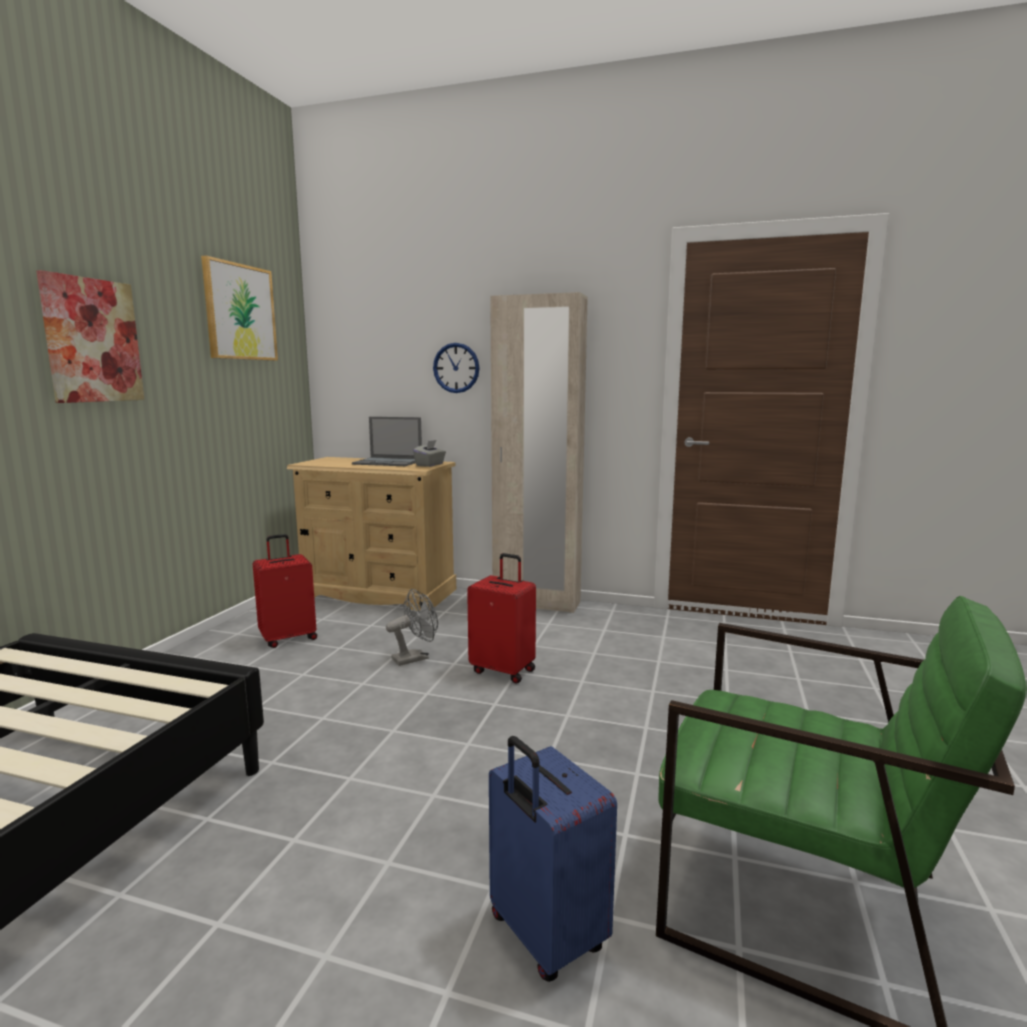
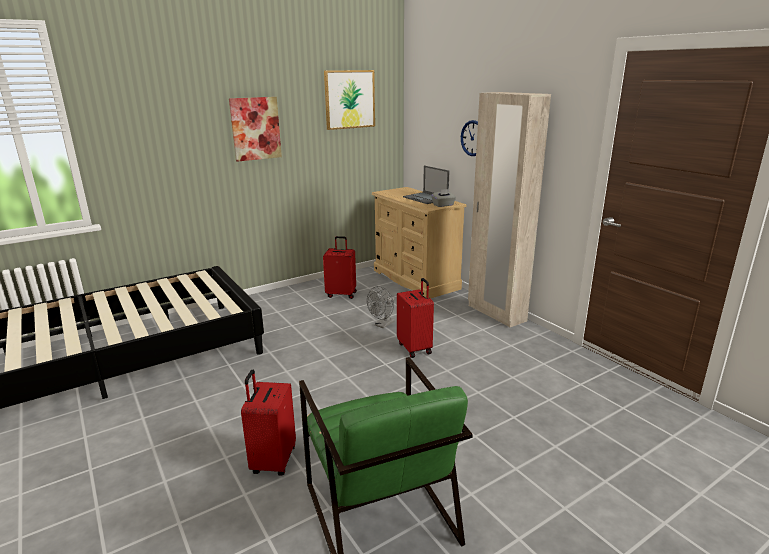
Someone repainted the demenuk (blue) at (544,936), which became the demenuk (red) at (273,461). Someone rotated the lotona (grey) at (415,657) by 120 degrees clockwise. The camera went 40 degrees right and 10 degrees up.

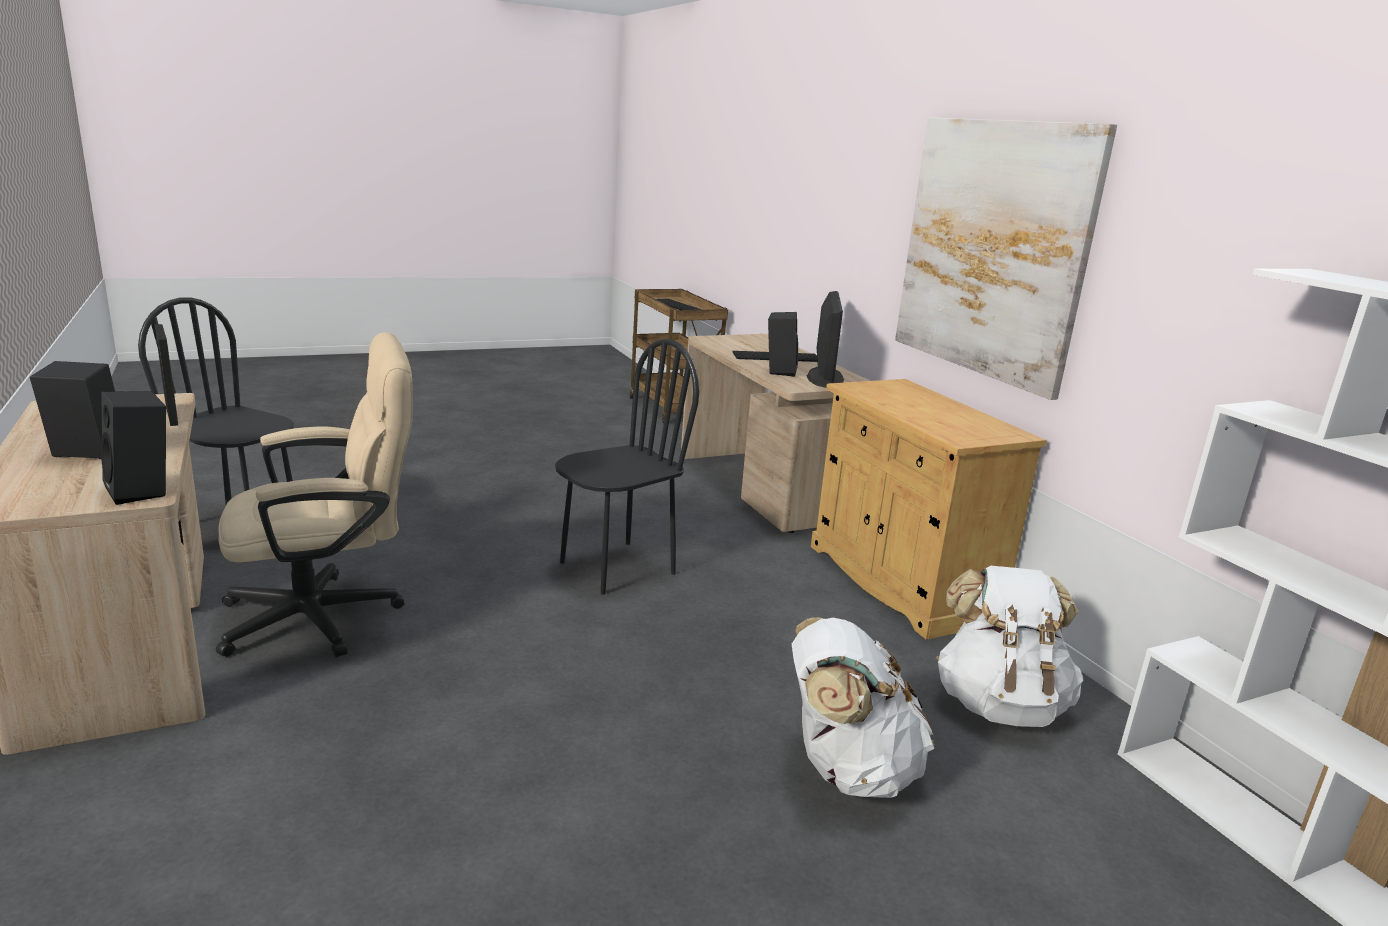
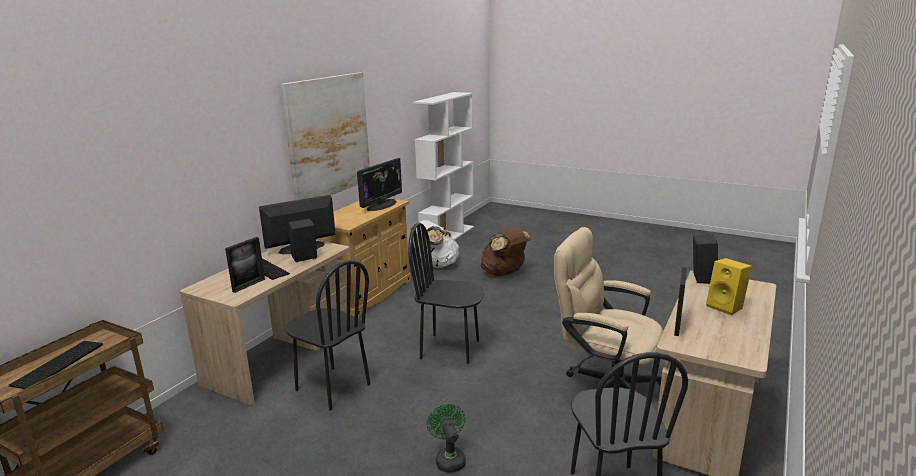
Someone put down the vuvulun at (249,285). Someone put down the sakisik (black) at (332,387). Someone put down the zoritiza at (381,205). Someone put down the lotona (green) at (449,459). Someone repainted the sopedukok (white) at (847,769), which became the sopedukok (brown) at (504,273). Someone repainted the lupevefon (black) at (85,454), which became the lupevefon (yellow) at (726,307). The camera went 125 degrees left and 0 degrees up.

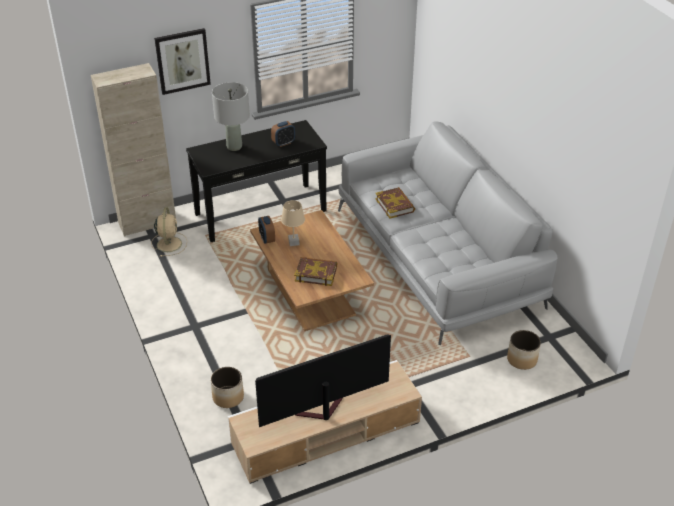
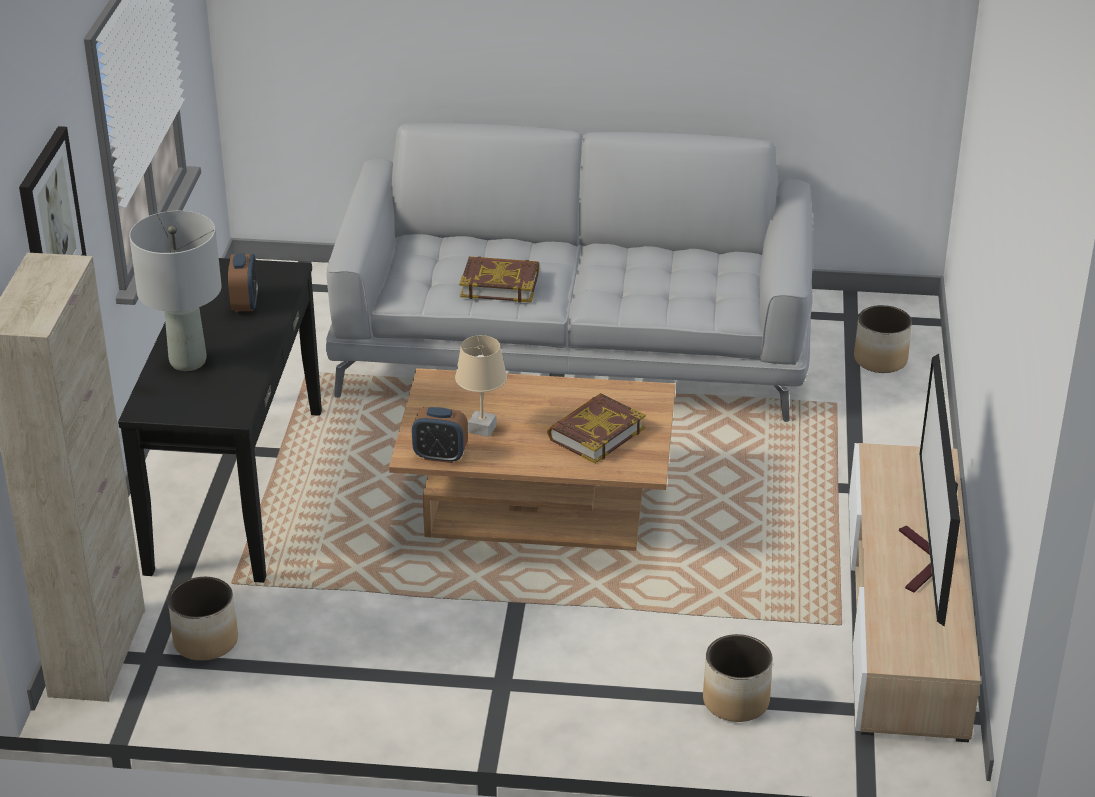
Someone swapped the lotona (beige) at (169,243) for the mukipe at (205,641). The camera went 60 degrees left and 5 degrees down.

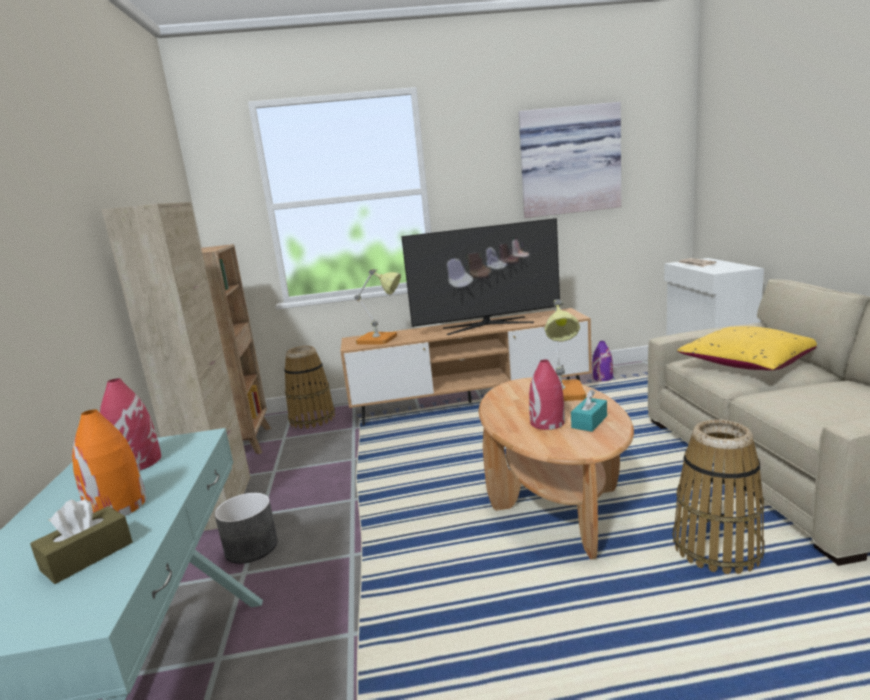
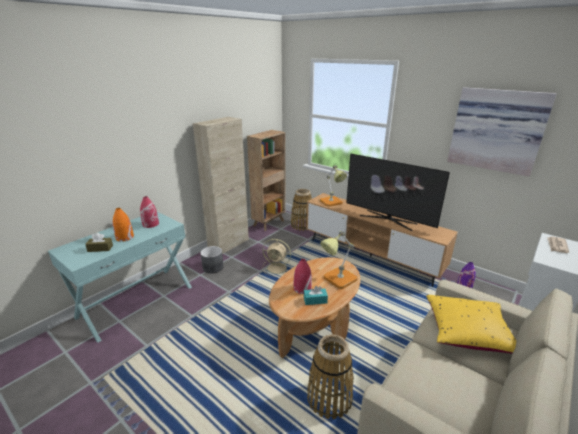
Someone put down the lotona (beige) at (277,268). The camera went 45 degrees right and 10 degrees up.

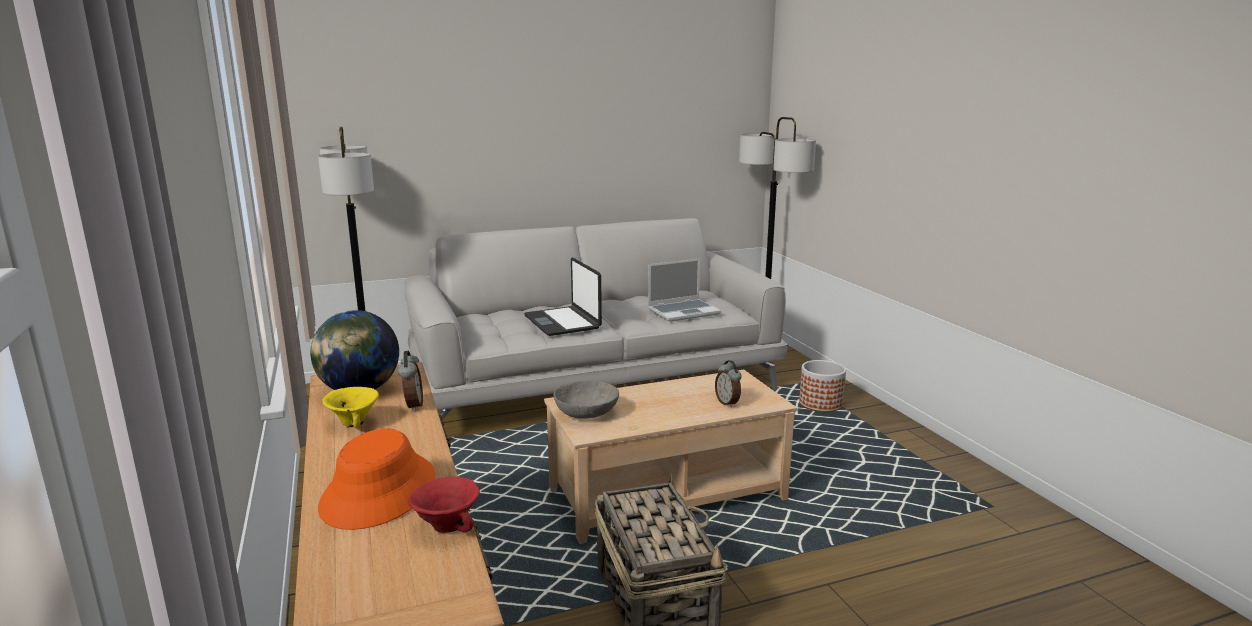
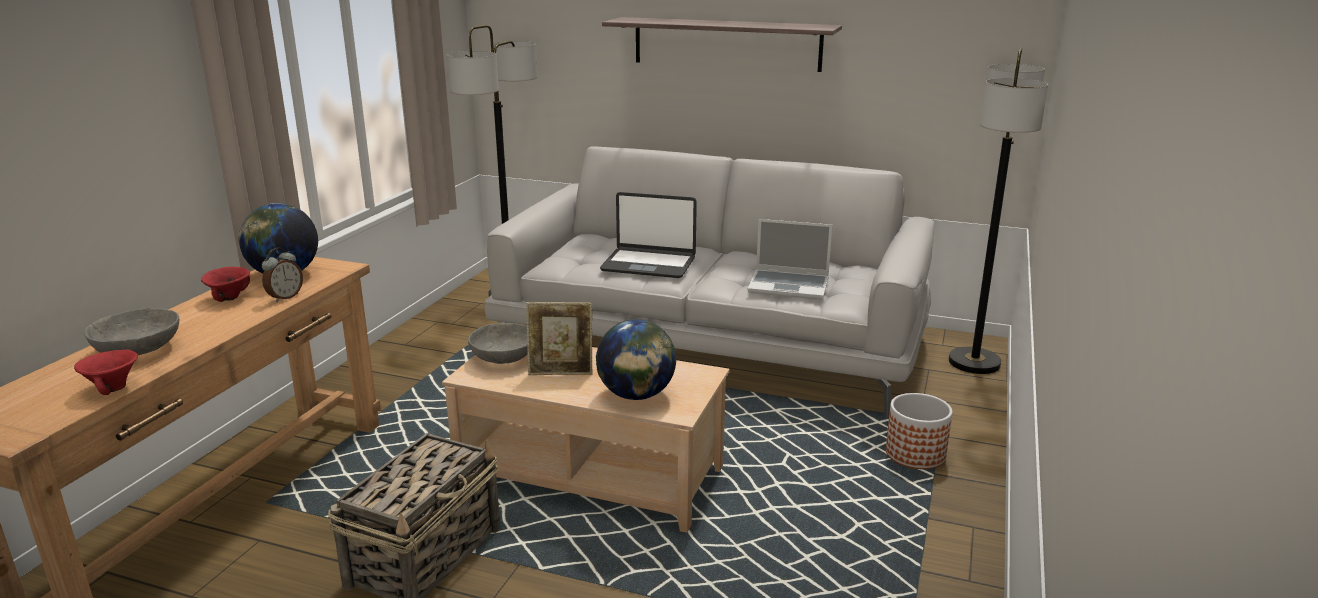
Someone swapped the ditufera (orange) at (379,492) for the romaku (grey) at (139,350). Someone repainted the romaku (yellow) at (353,423), which became the romaku (red) at (230,297). Someone put down the vuvulun at (561,373). Someone swapped the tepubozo at (728,403) for the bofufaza at (636,395). Someone rotated the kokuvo at (563,322) by 90 degrees counterclockwise. Someone put up the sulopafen at (726,44). The camera went 40 degrees right and 5 degrees up.

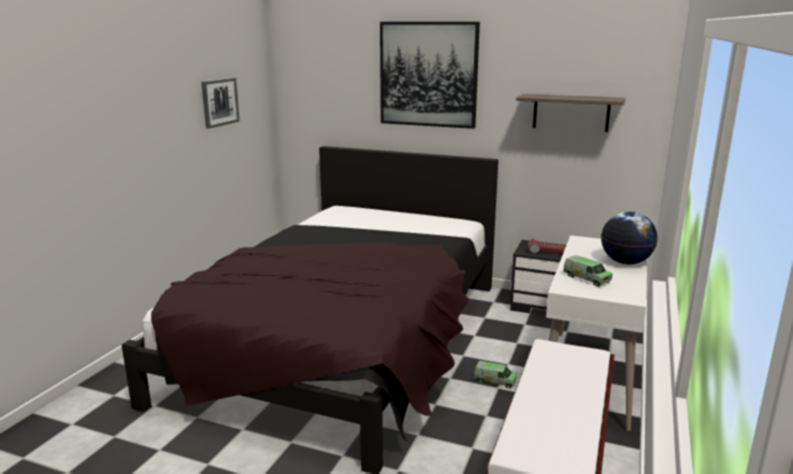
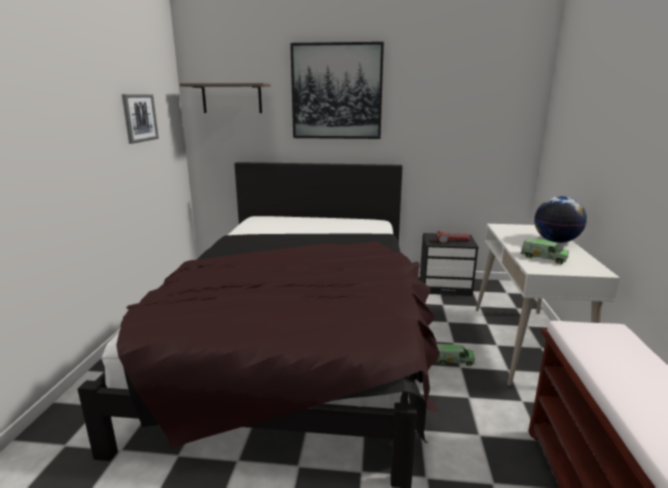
Someone carried the sulopafen from (571,112) to (232,98). The camera went 15 degrees left and 0 degrees up.

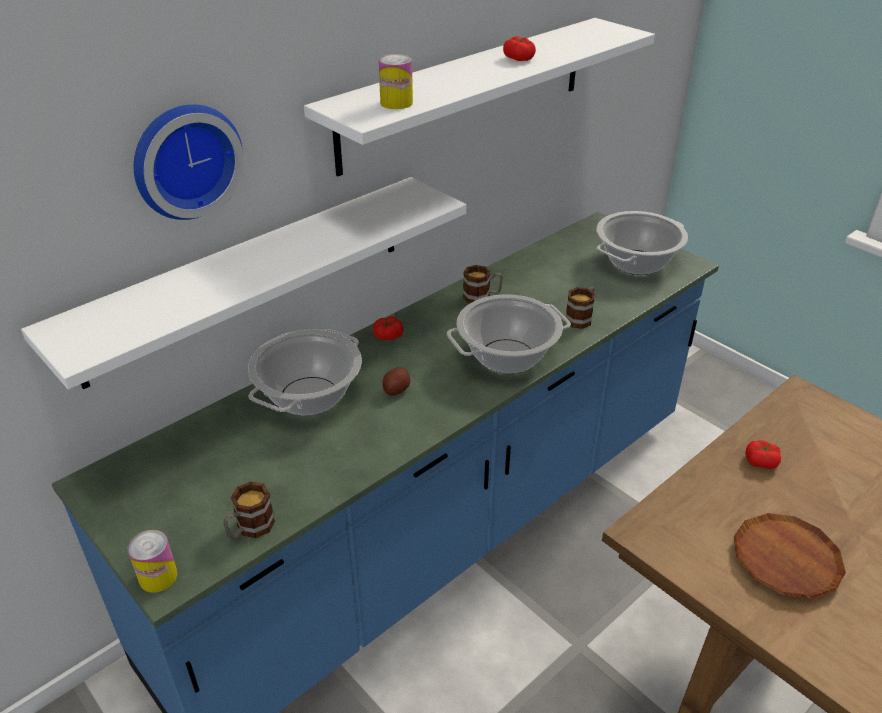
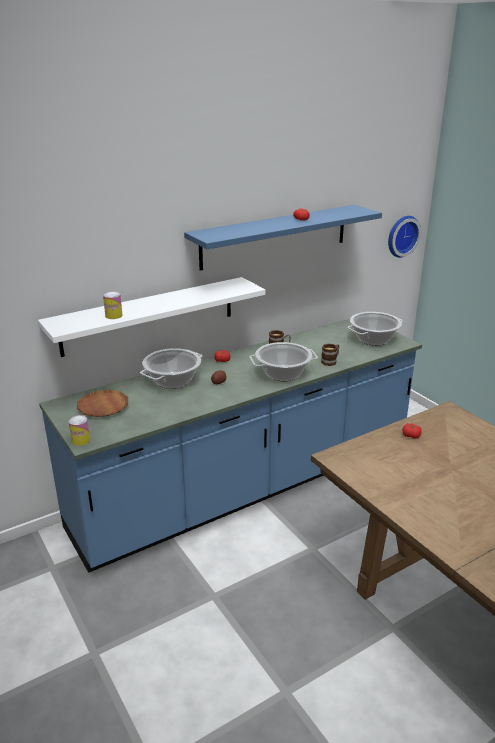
Someone carried the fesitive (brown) from (785,560) to (103,407). Someone carried the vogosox from (396,103) to (113,315). Someone repainted the sulopafen (white) at (467,92), which became the sulopafen (blue) at (275,236). Someone carried the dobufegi from (185,160) to (401,235). Someone took away the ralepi at (249,529). The camera went 10 degrees right and 10 degrees down.

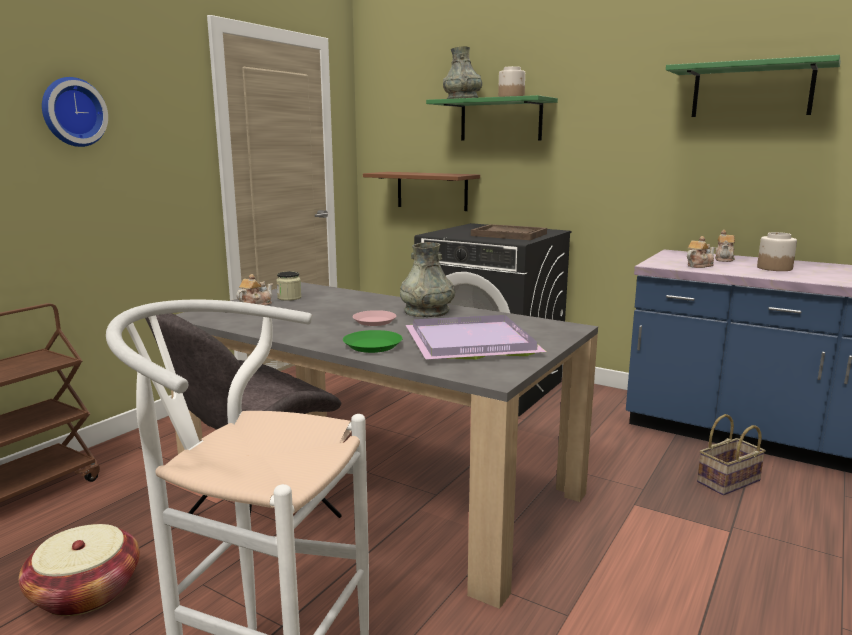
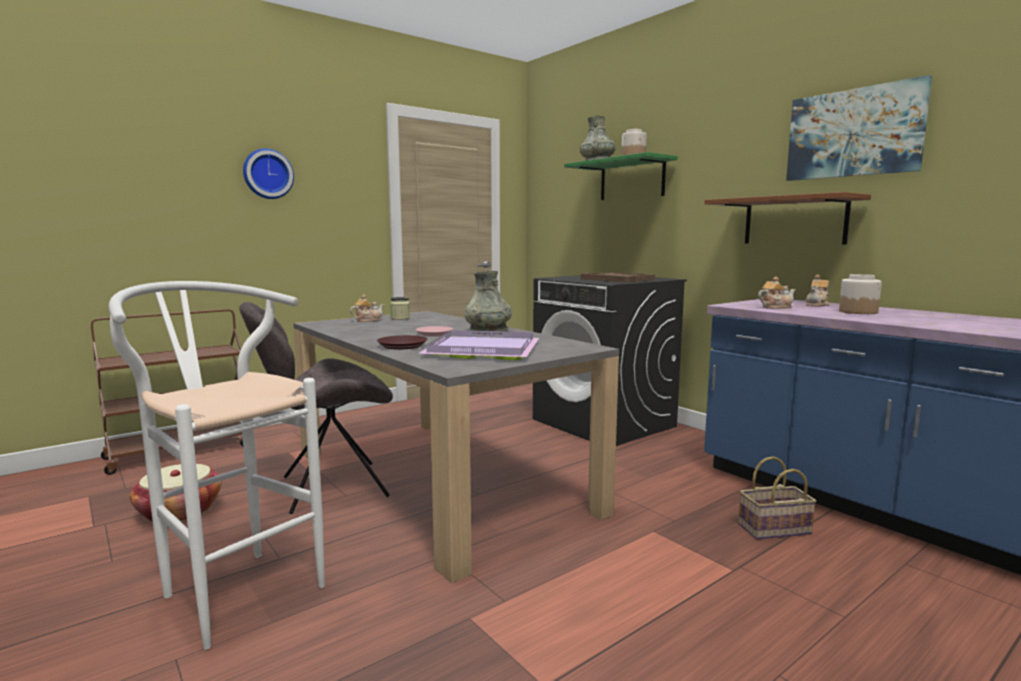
Someone repainted the fesitive (green) at (372,346), which became the fesitive (brown) at (402,346). Someone carried the sulopafen (brown) from (432,191) to (794,221). Someone swapped the sulopafen (green) at (751,91) for the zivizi at (854,133). The camera went 20 degrees right and 5 degrees down.

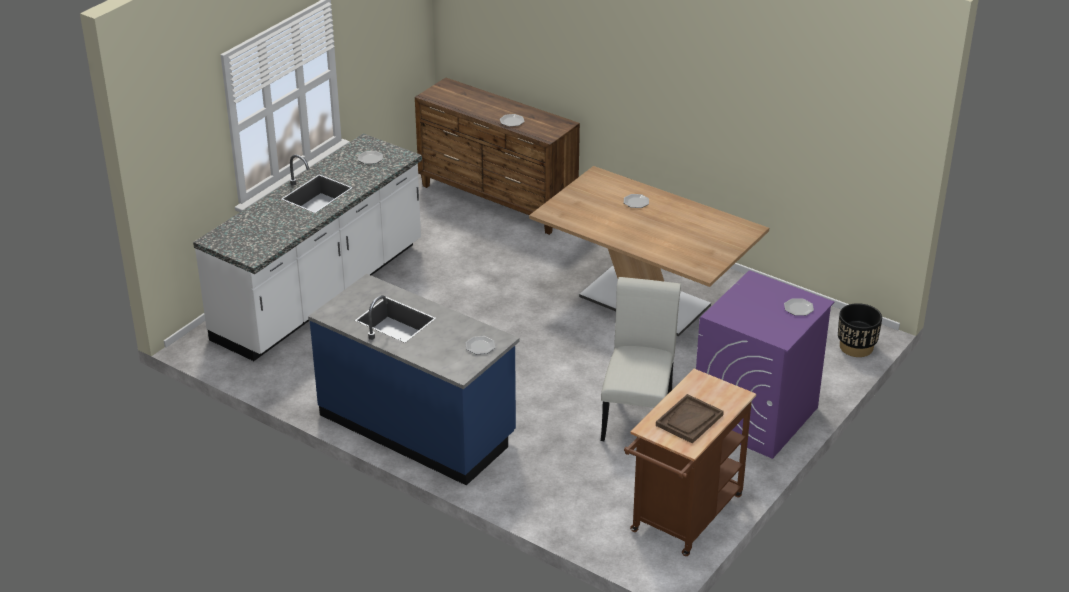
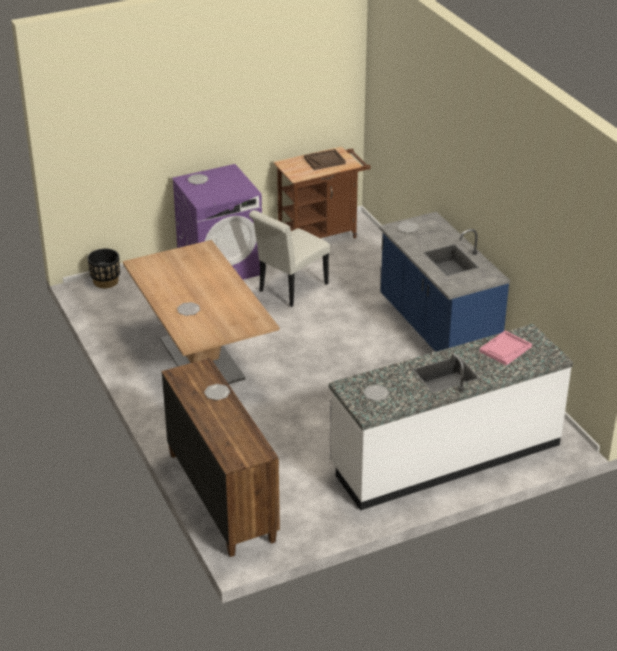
Someone put down the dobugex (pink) at (505,349). The camera went 150 degrees left and 0 degrees up.

